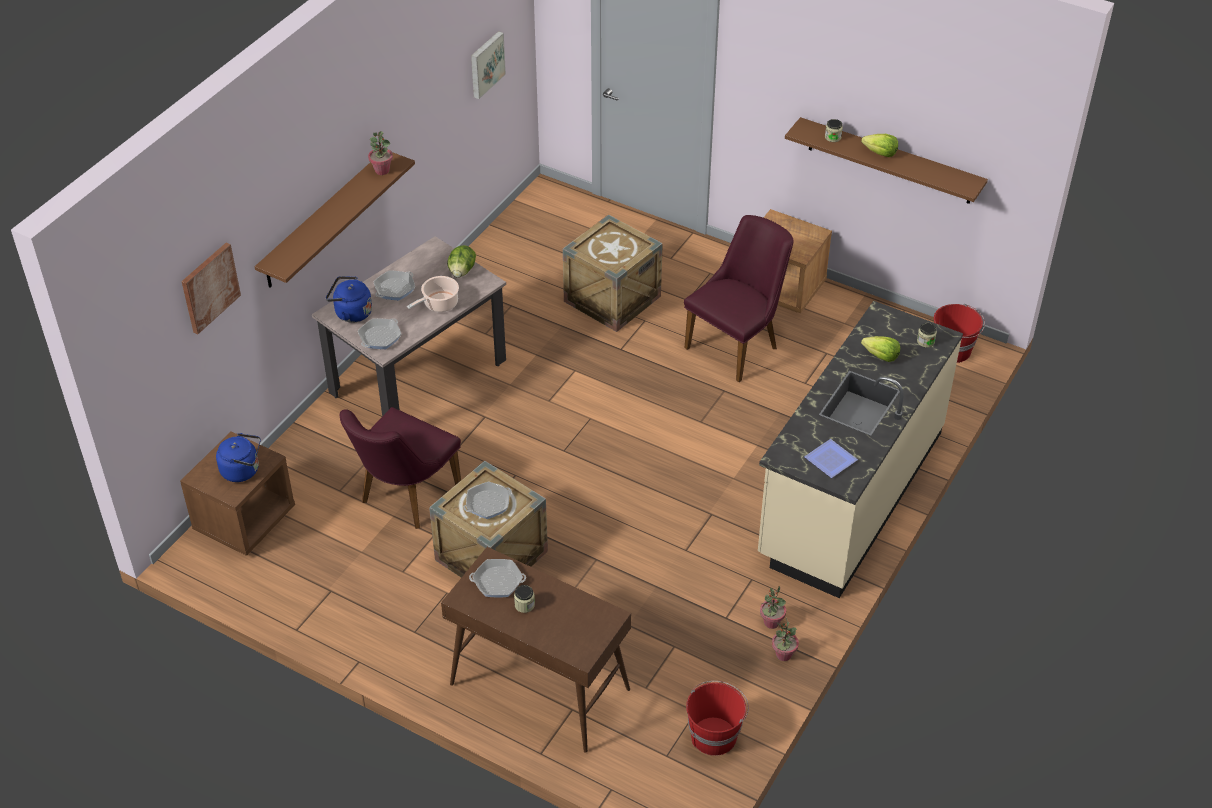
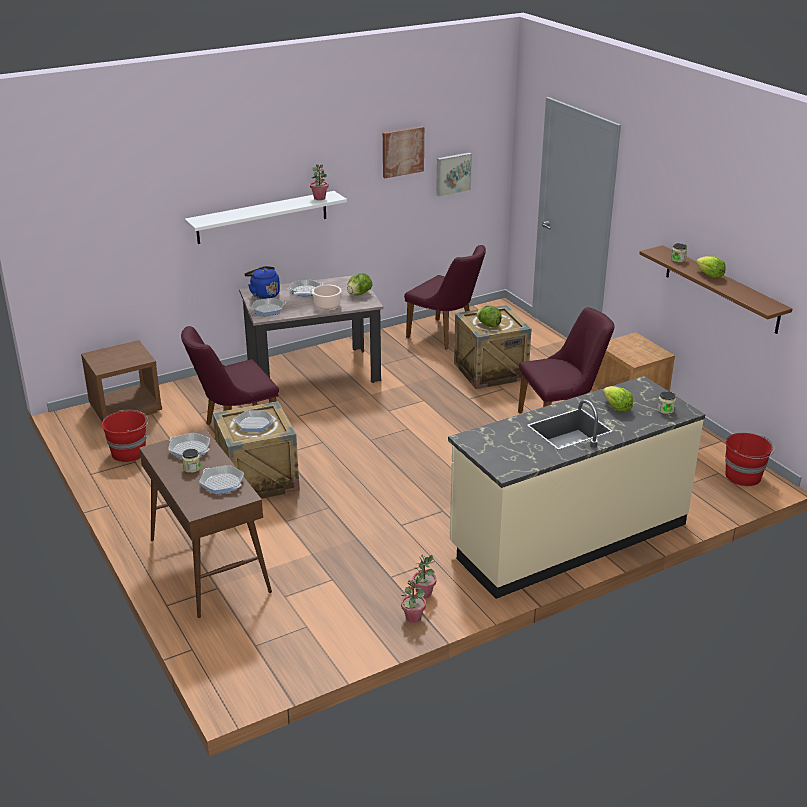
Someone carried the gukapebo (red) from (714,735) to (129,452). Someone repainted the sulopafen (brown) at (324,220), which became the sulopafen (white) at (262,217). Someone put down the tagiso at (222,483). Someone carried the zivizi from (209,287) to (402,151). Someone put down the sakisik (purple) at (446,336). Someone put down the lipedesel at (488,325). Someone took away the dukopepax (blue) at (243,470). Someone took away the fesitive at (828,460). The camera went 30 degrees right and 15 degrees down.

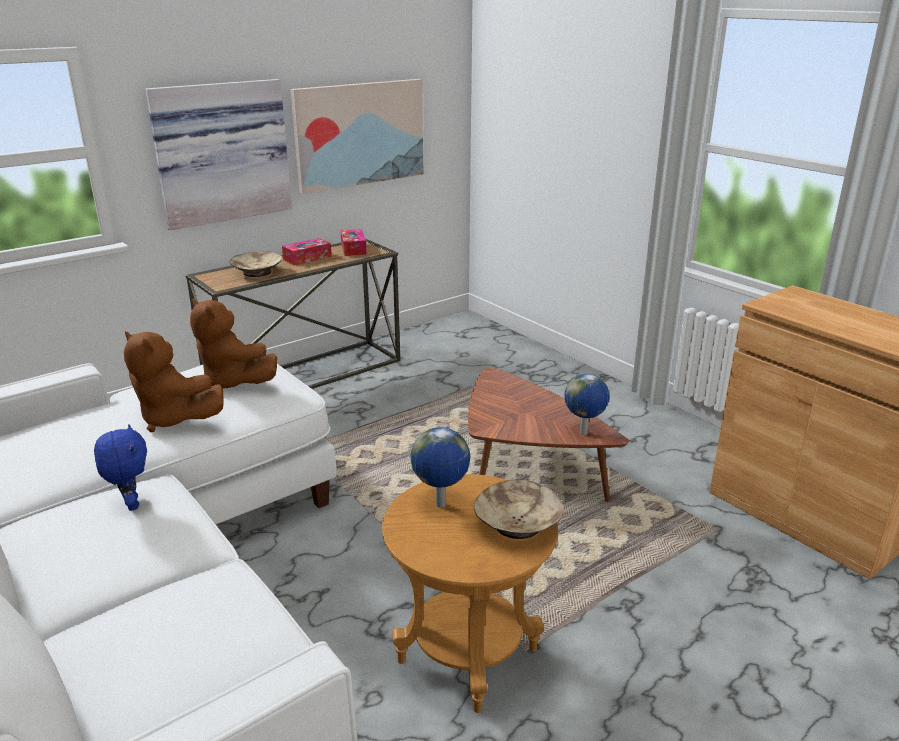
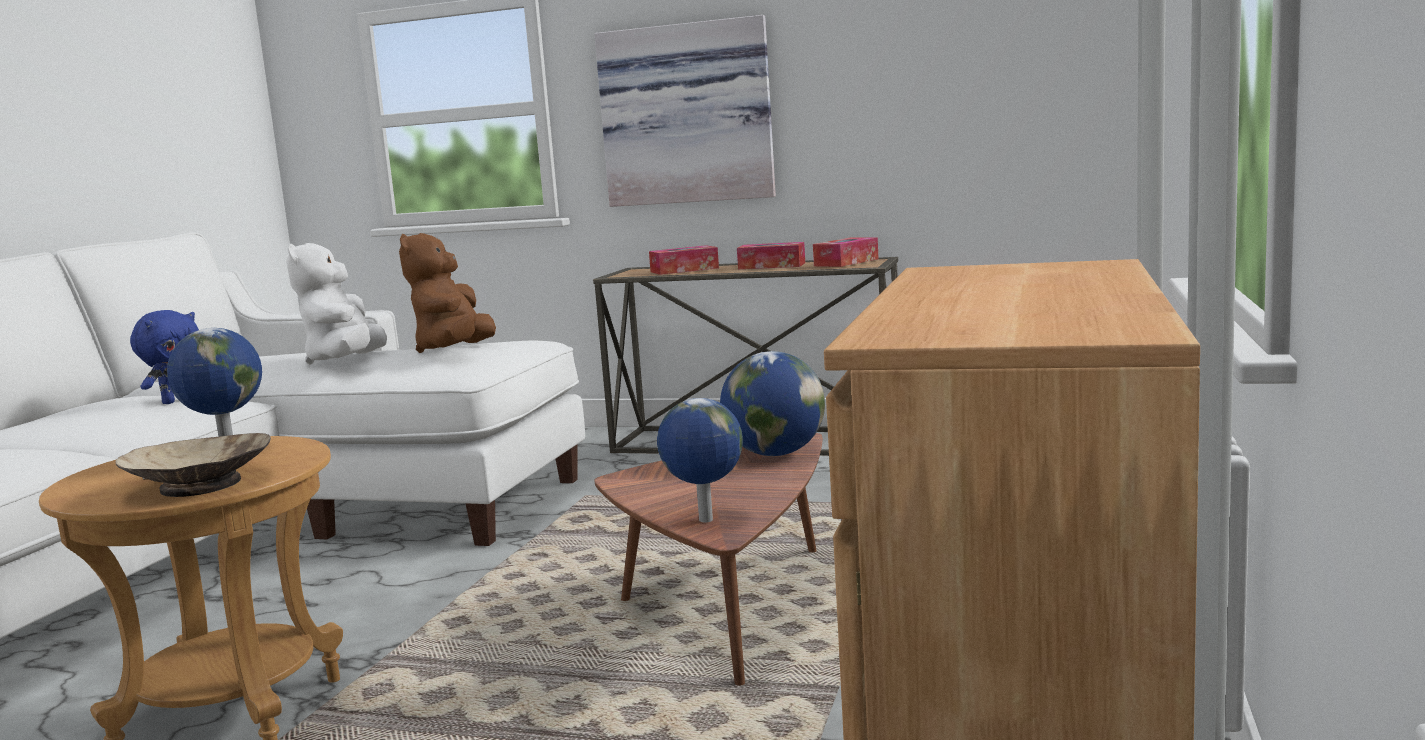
Someone repainted the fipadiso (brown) at (174,418), which became the fipadiso (white) at (346,361). Someone swapped the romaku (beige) at (257,272) for the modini at (684,270). Someone put down the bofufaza at (775,454). Someone took away the zivizi at (359,134). The camera went 55 degrees right and 15 degrees down.

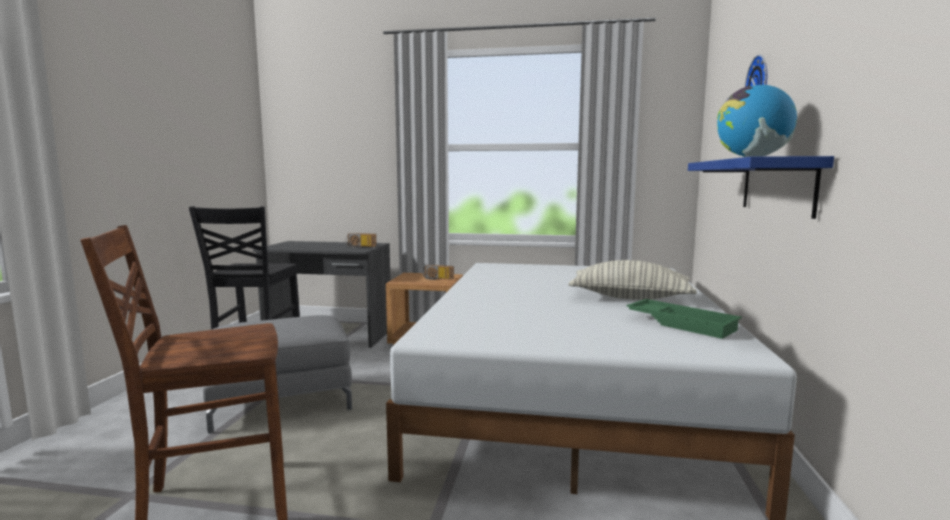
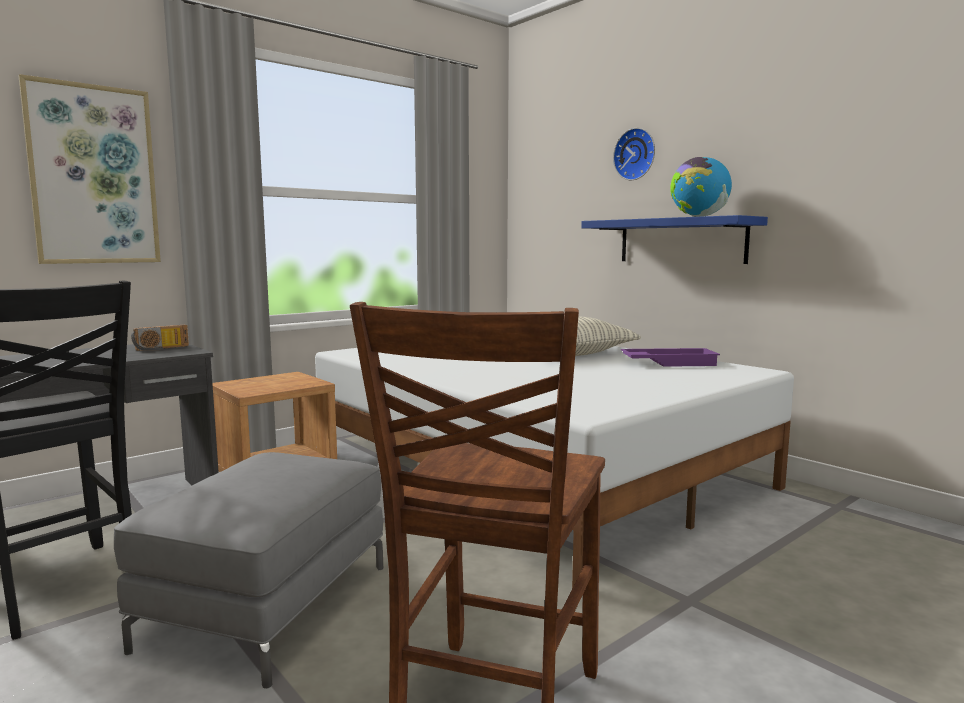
Someone put up the zivizi at (93,175). Someone repainted the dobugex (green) at (682,323), which became the dobugex (purple) at (669,363). Someone took away the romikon at (437,279). The camera went 50 degrees left and 0 degrees up.

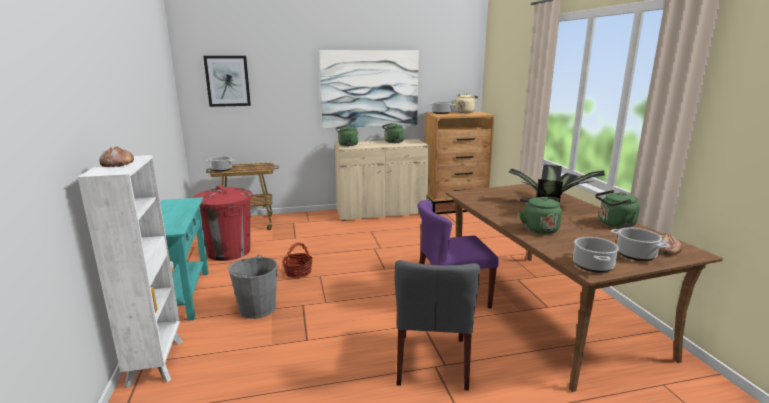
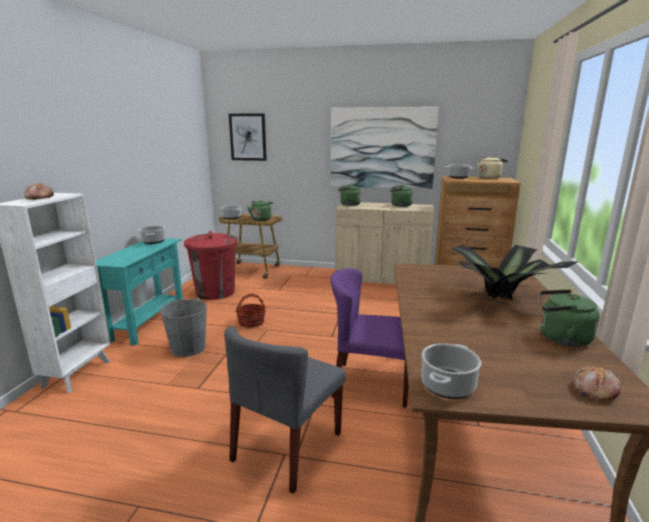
Someone carried the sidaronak from (635,255) to (153,241). Someone carried the dukopepax (green) from (538,228) to (261,219). The camera went 25 degrees right and 0 degrees up.

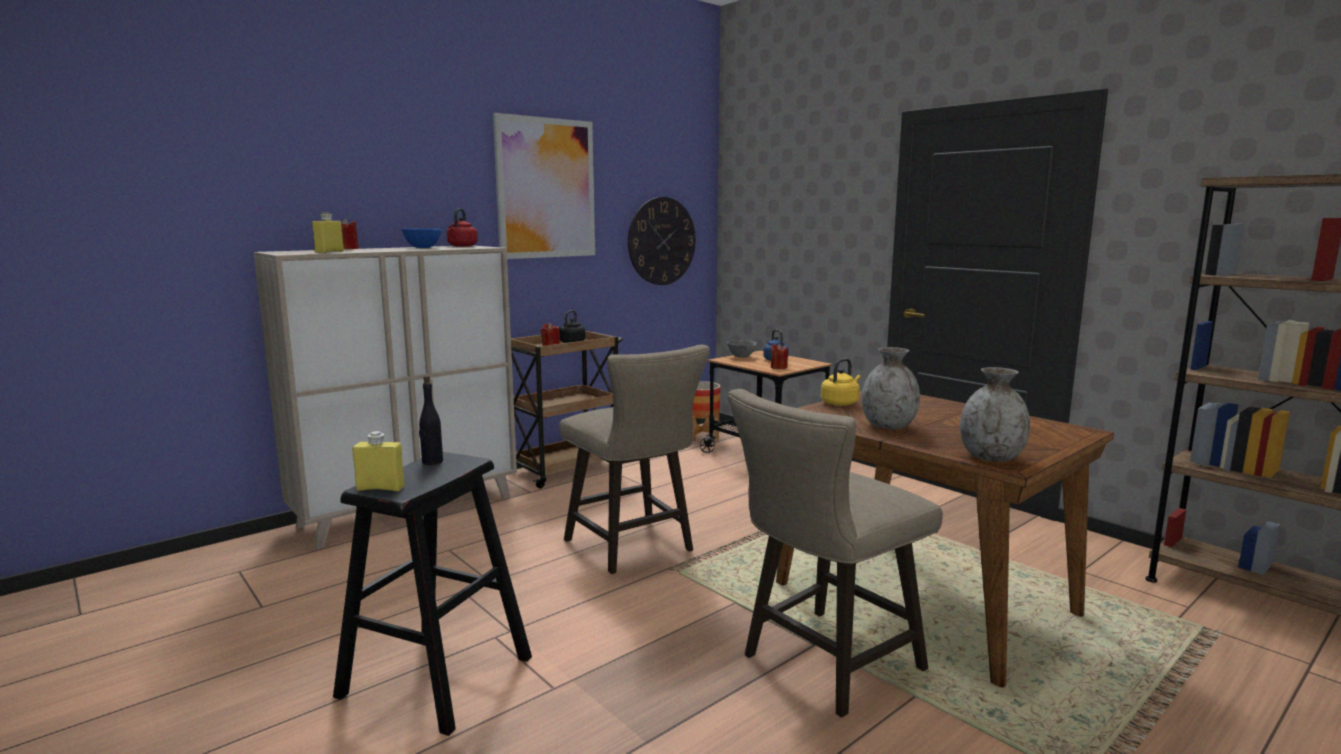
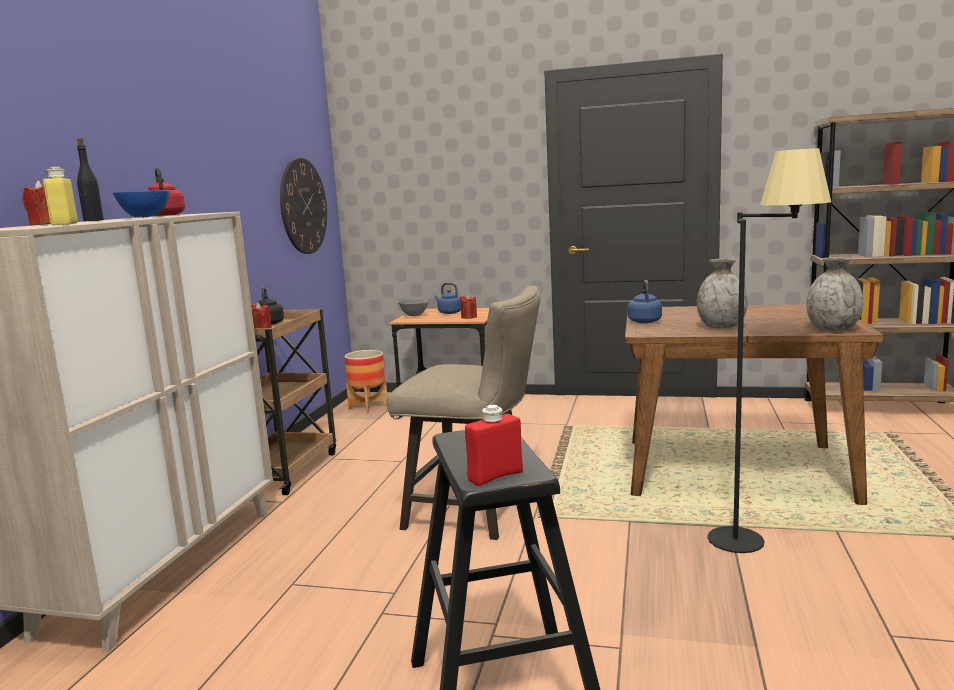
Someone carried the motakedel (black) from (432,462) to (93,220). Someone repainted the motakedel (yellow) at (380,488), which became the motakedel (red) at (495,476). Someone repainted the dukopepax (yellow) at (840,403), which became the dukopepax (blue) at (644,321). Someone swapped the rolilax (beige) at (823,666) for the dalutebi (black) at (760,537). Someone took away the zivizi at (546,188). The camera went 35 degrees left and 0 degrees up.

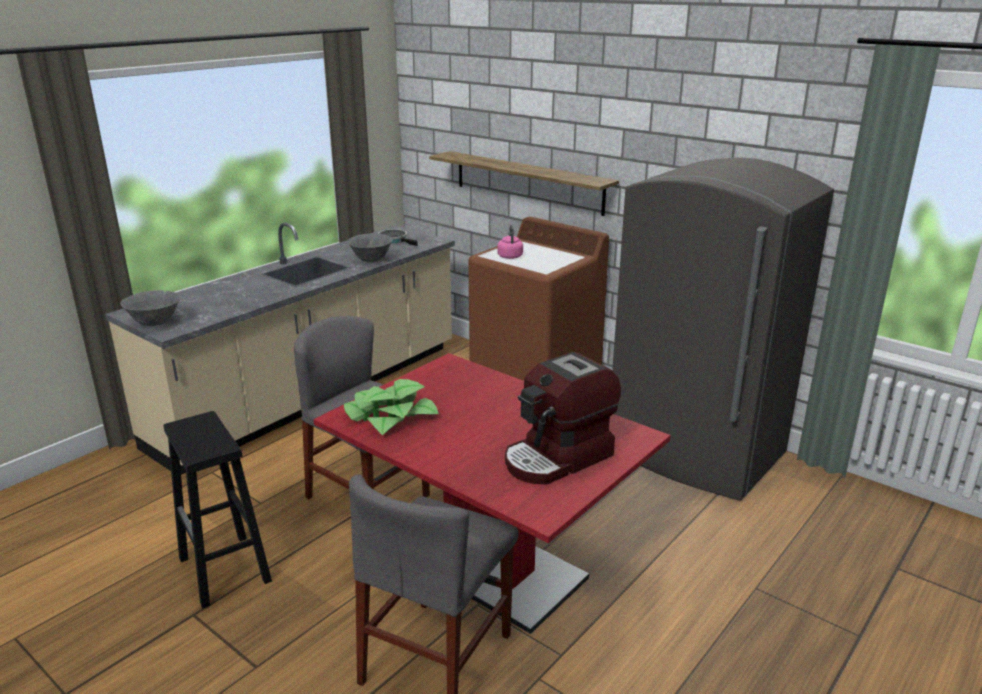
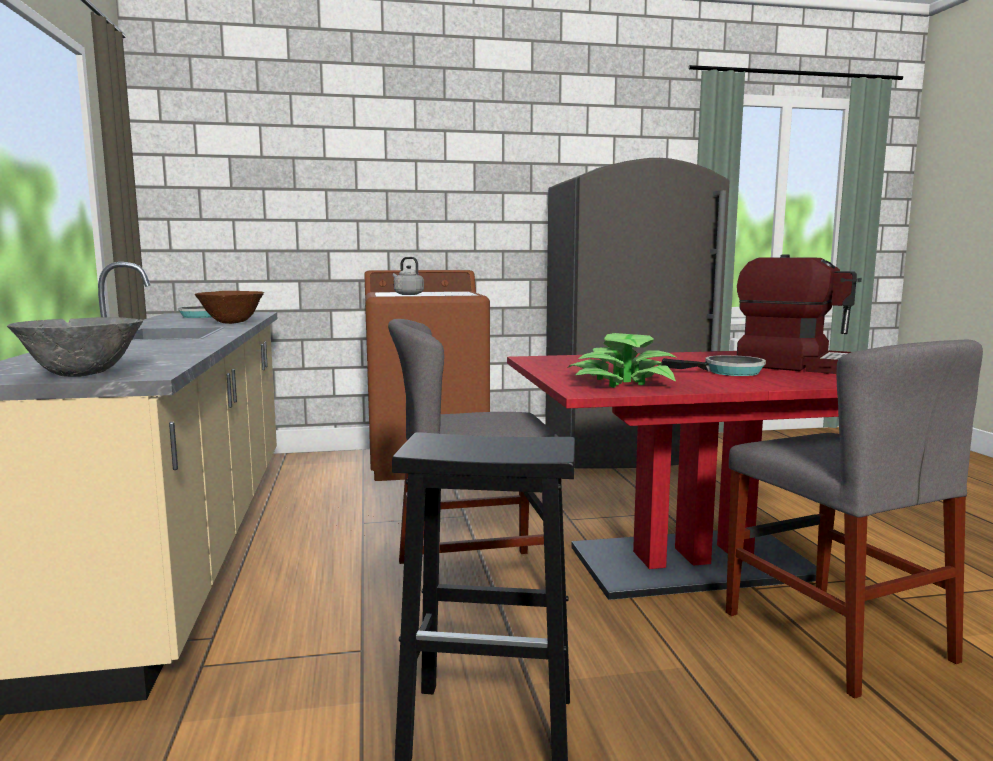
Someone repainted the romaku (grey) at (371,260), which became the romaku (brown) at (232,323). Someone repainted the dukopepax (pink) at (510,256), which became the dukopepax (grey) at (407,294). Someone put down the tagiso at (728,372). Someone rotated the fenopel at (558,458) by 60 degrees counterclockwise. Someone took away the sulopafen at (528,182). The camera went 50 degrees left and 15 degrees down.

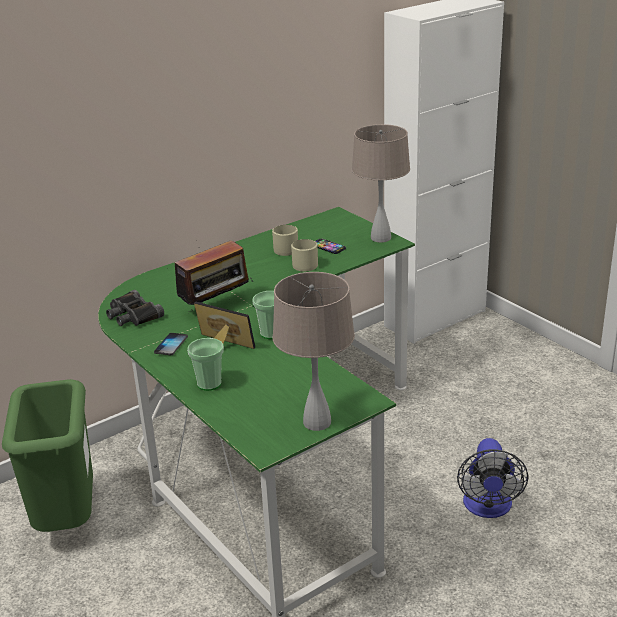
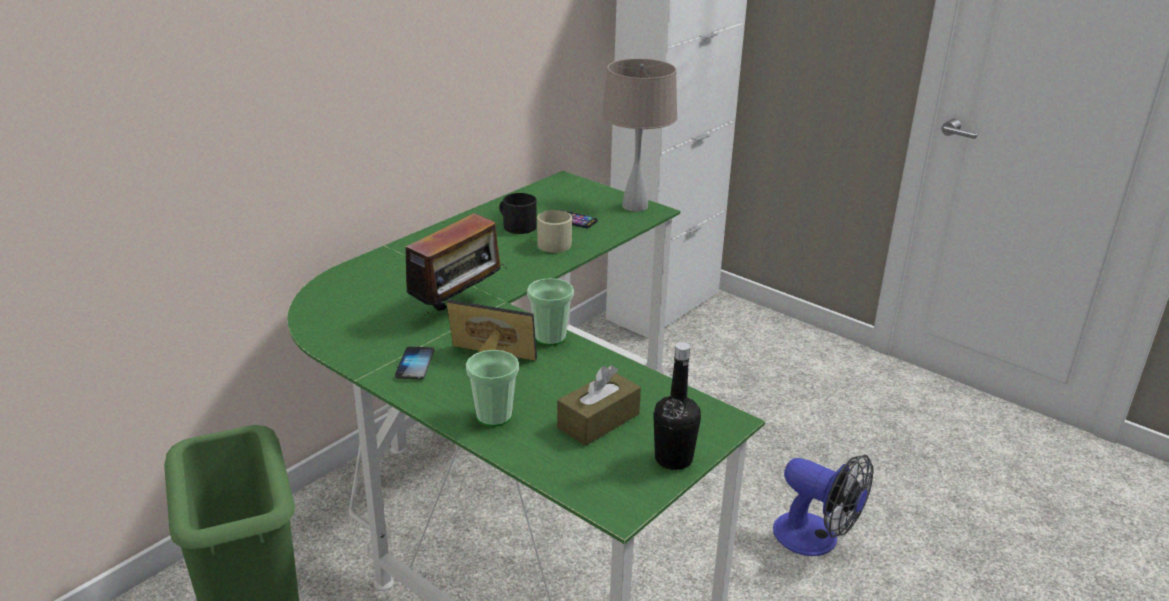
Someone repainted the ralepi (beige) at (283,249), which became the ralepi (black) at (516,225). Someone put down the modini (brown) at (598,421). Someone swapped the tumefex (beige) at (317,422) for the motakedel (black) at (673,459). Someone rotated the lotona at (488,508) by 45 degrees counterclockwise. Someone took away the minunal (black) at (133,315). The camera went 15 degrees left and 0 degrees up.

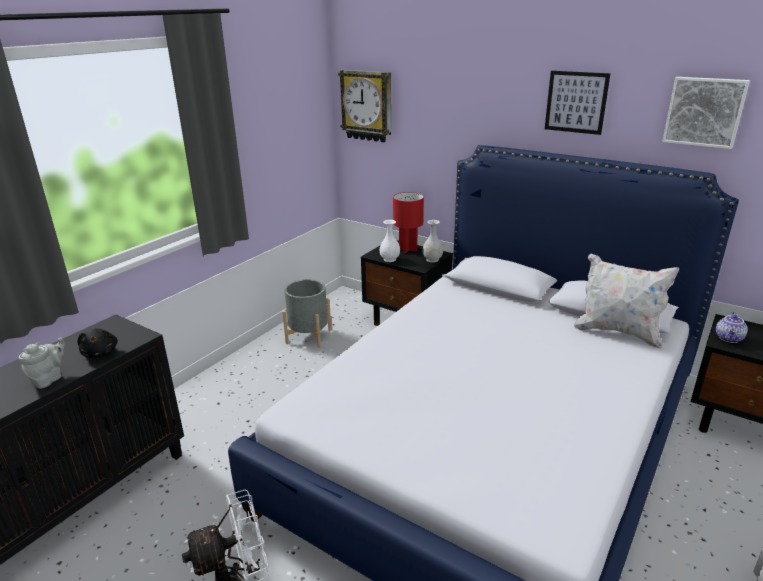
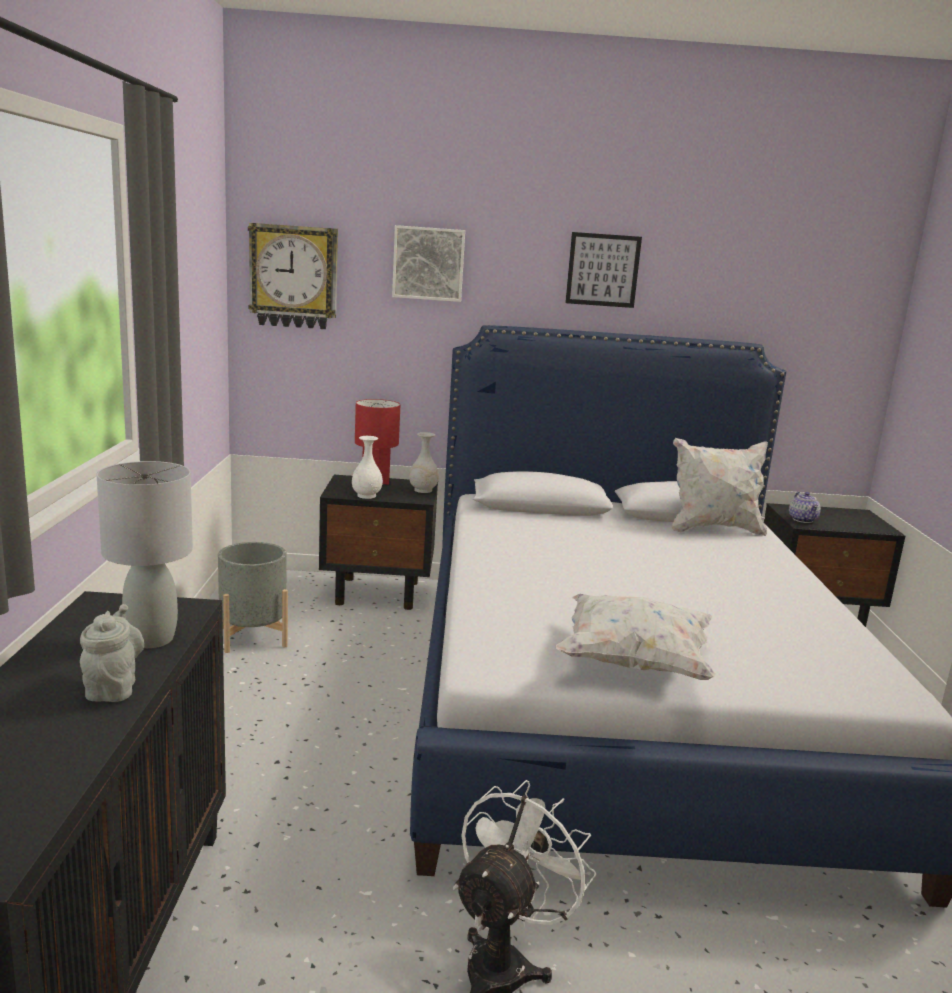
Someone swapped the fipadiso (black) at (100,353) for the tumefex (grey) at (151,639). Someone carried the zivizi from (704,112) to (428,263). Someone put down the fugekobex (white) at (633,663). The camera went 35 degrees left and 10 degrees down.

